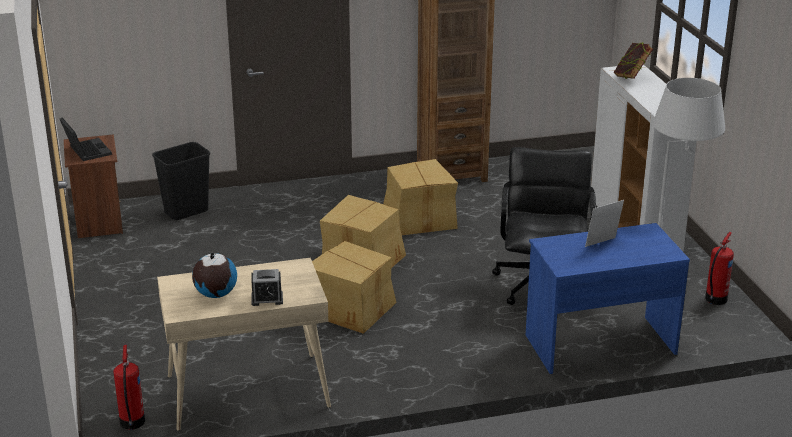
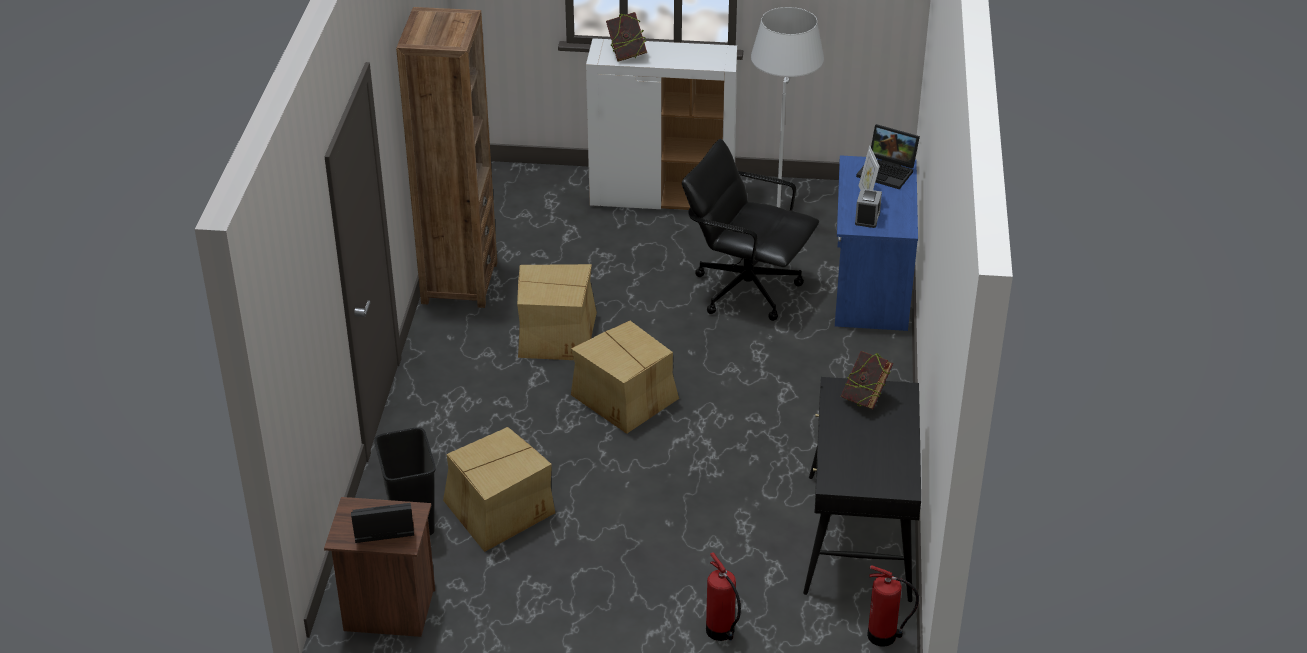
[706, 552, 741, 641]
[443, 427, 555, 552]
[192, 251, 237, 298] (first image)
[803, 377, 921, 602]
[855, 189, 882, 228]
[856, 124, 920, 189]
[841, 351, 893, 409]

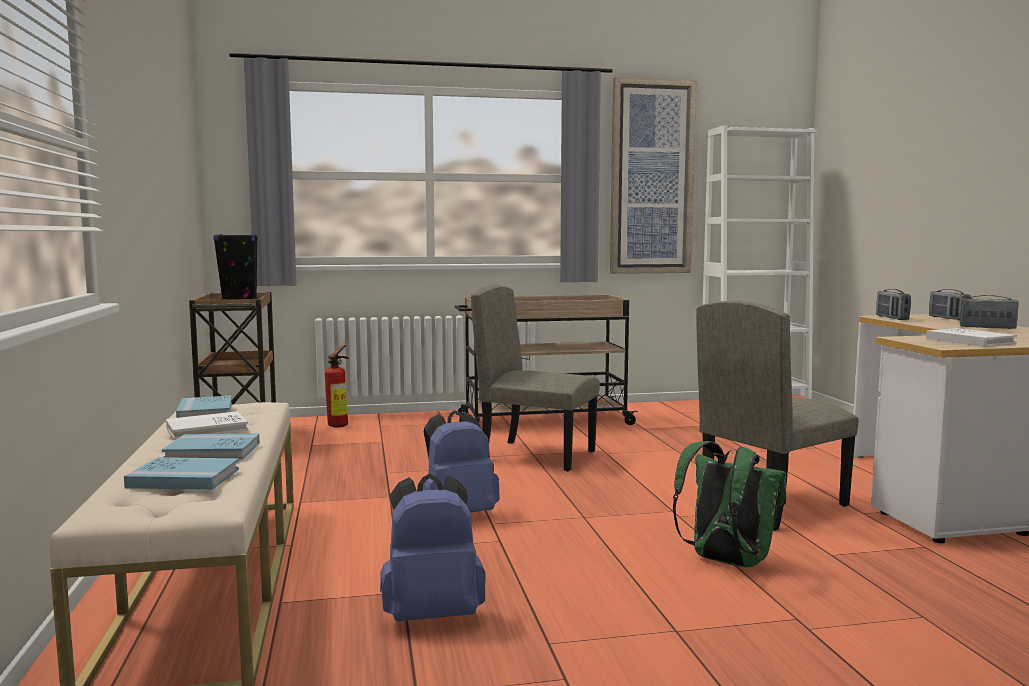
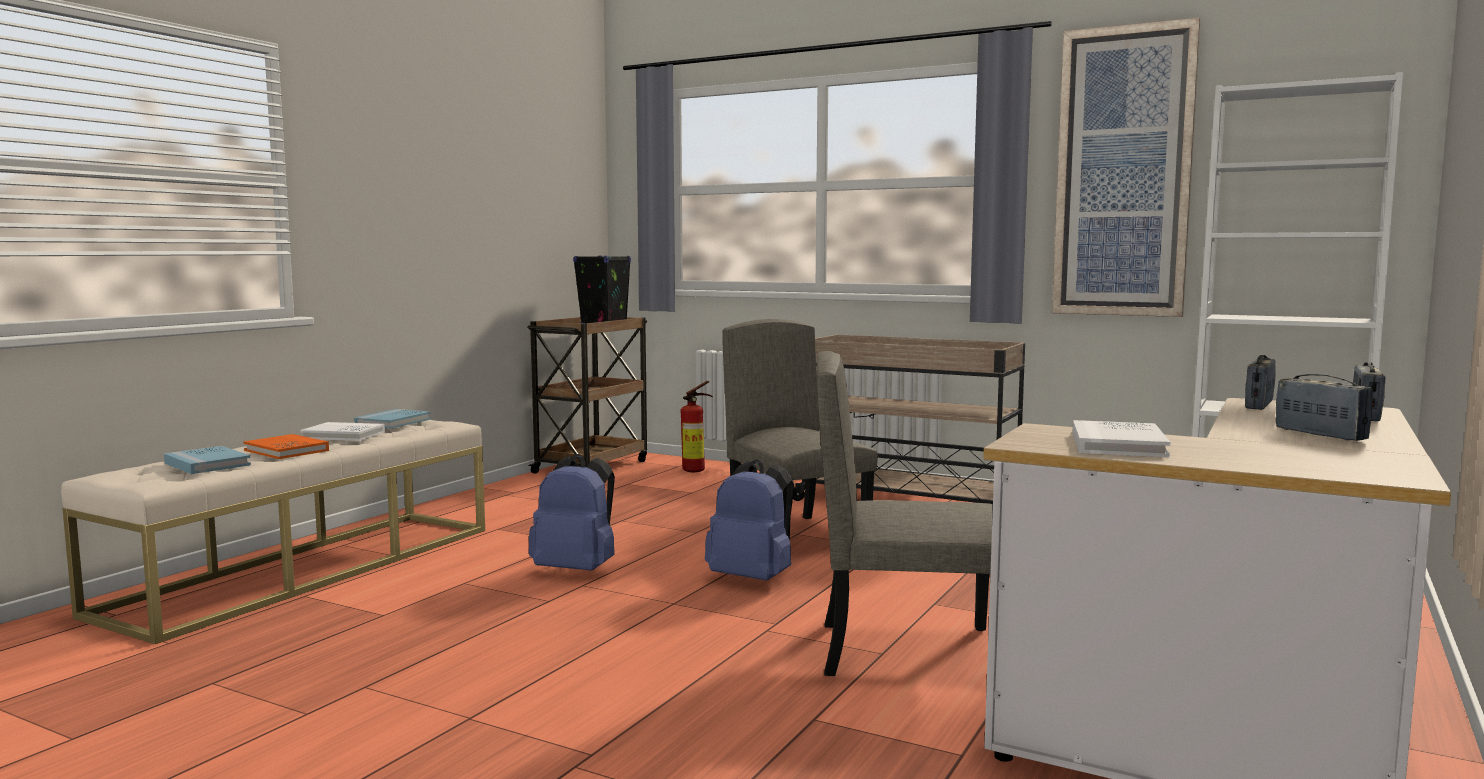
[243, 434, 329, 459]
[673, 441, 786, 567] (first image)
[705, 459, 794, 581]

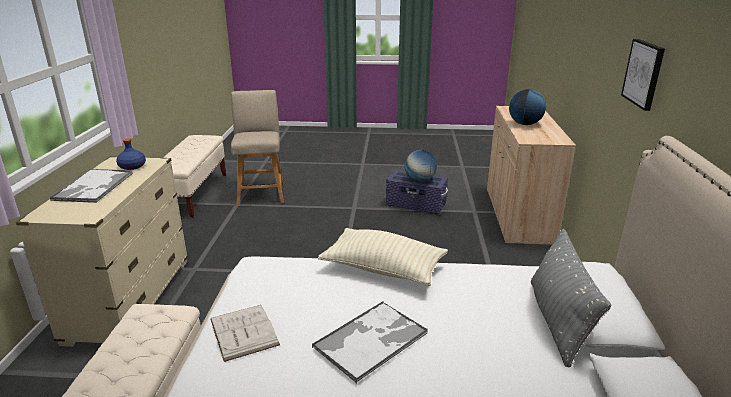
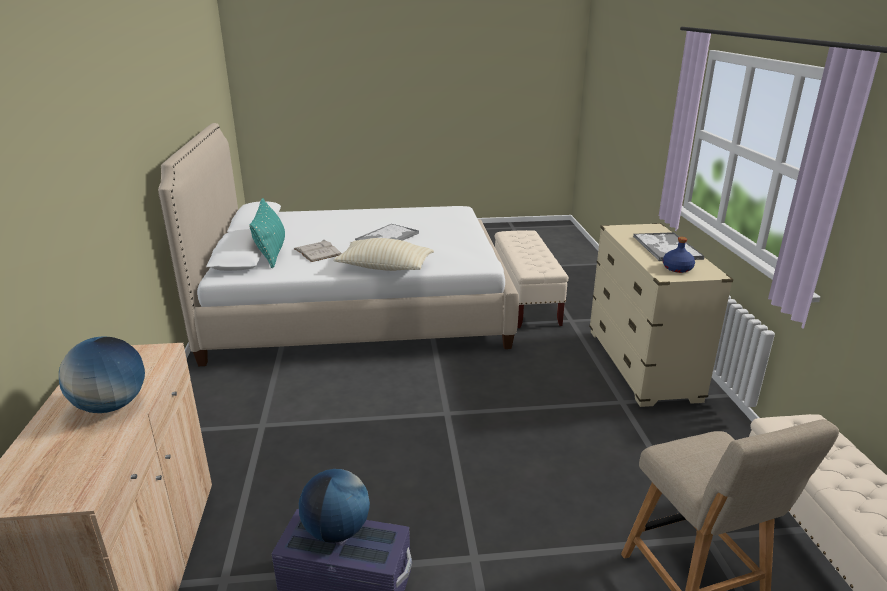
[621, 39, 665, 111] (first image)
[249, 198, 285, 268]
[294, 240, 342, 262]

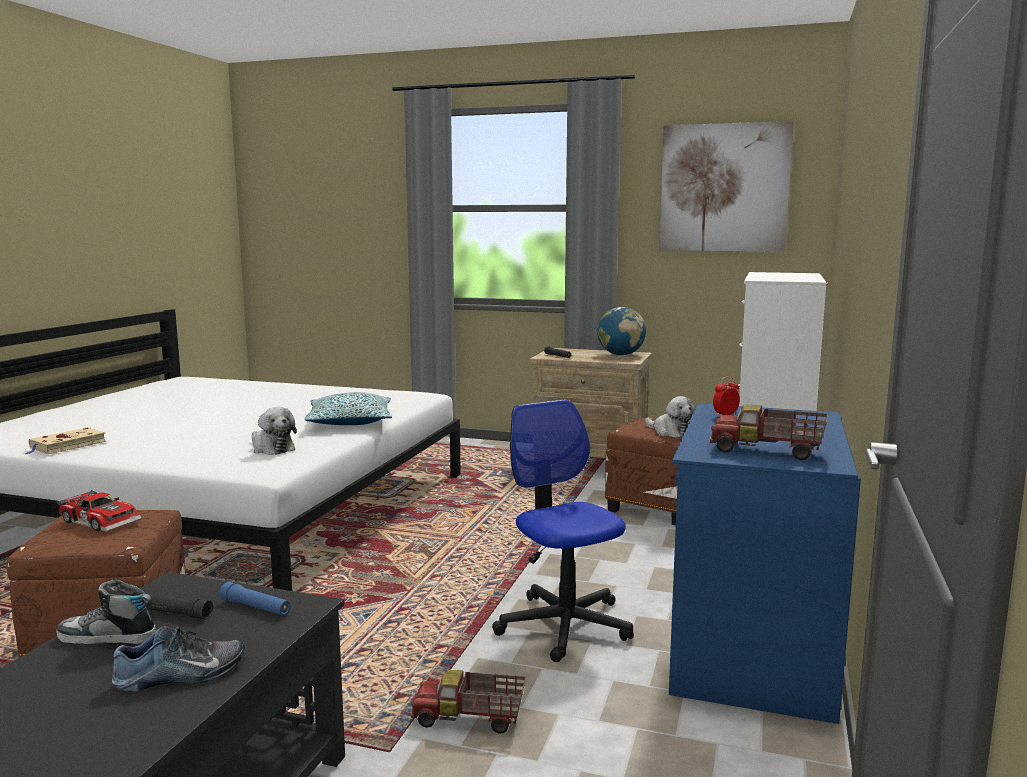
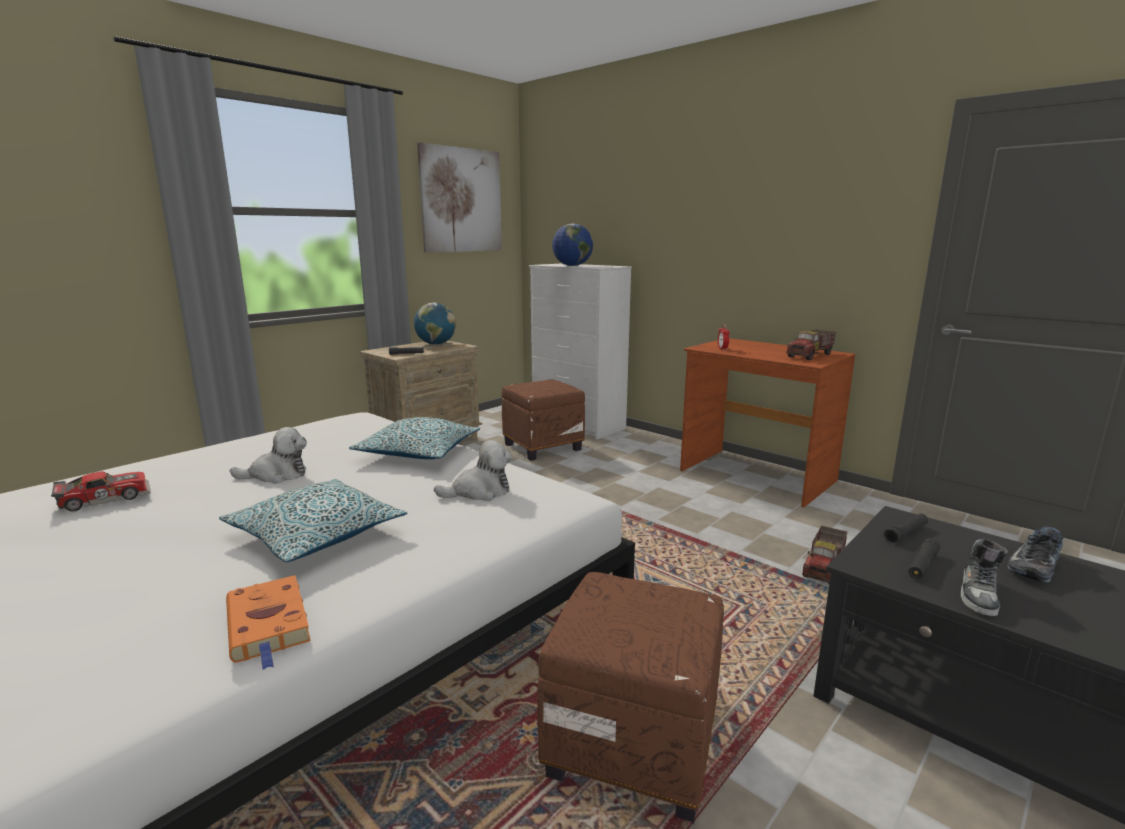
[230, 427, 307, 484]
[492, 400, 634, 662] (first image)
[680, 338, 855, 507]
[226, 575, 311, 670]
[51, 471, 151, 511]
[884, 514, 928, 544]
[1007, 527, 1064, 583]
[552, 224, 593, 266]
[219, 479, 407, 562]

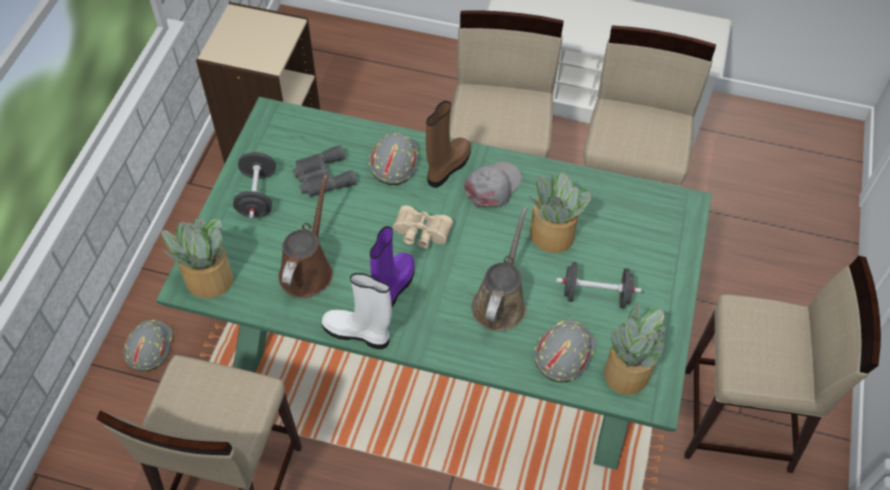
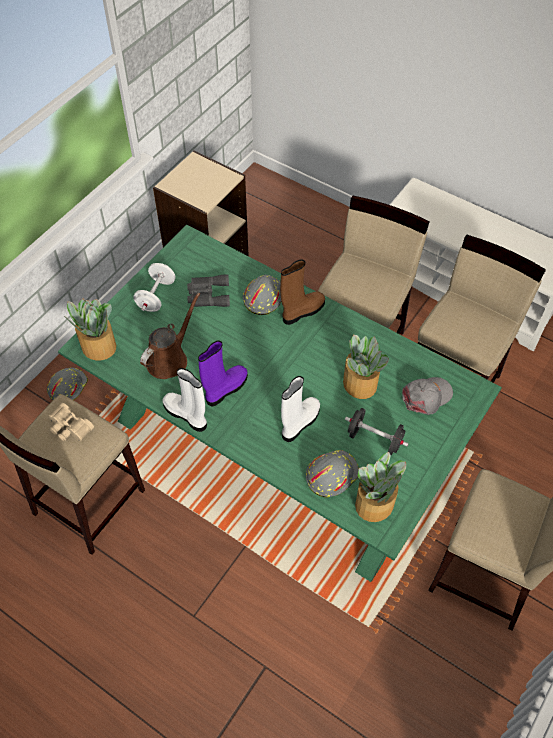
[133, 263, 176, 312]
[402, 377, 453, 415]
[48, 403, 94, 442]
[281, 376, 320, 442]

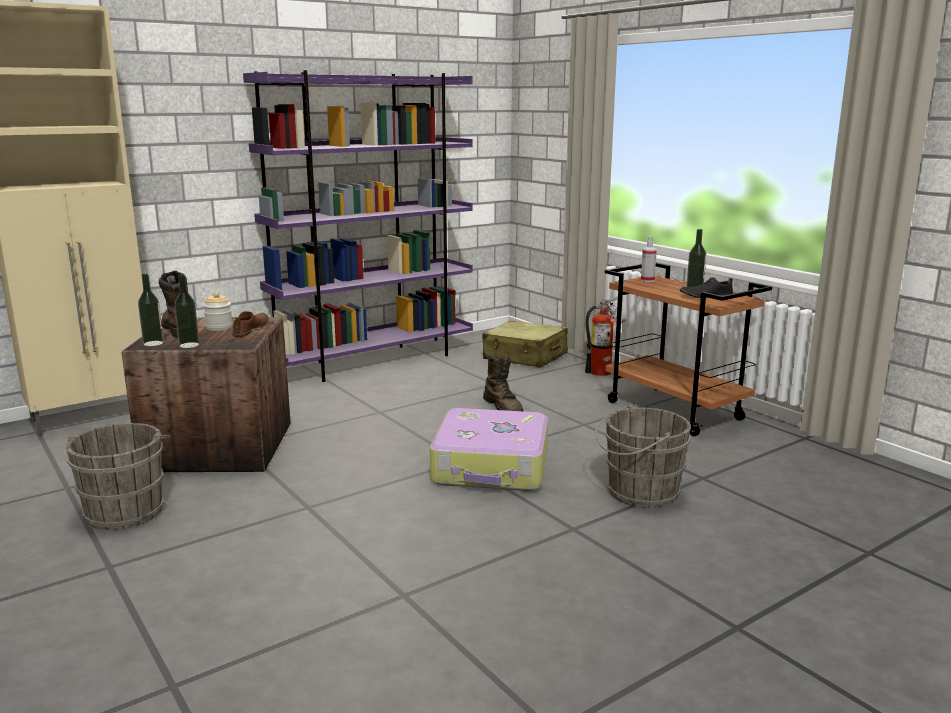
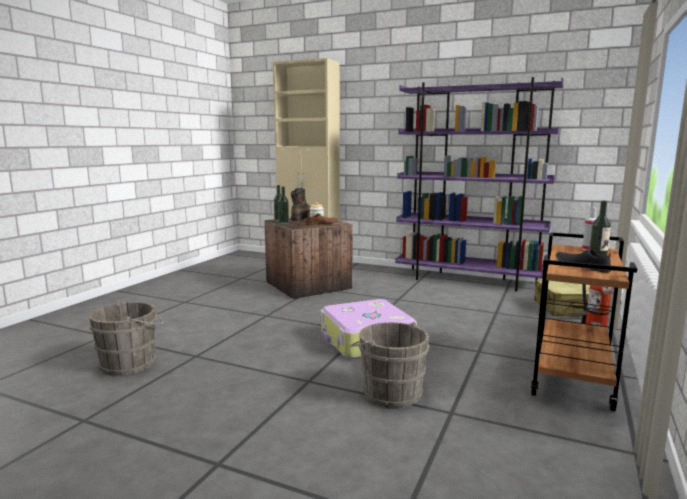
[483, 355, 523, 411] (first image)
[89, 300, 163, 376]

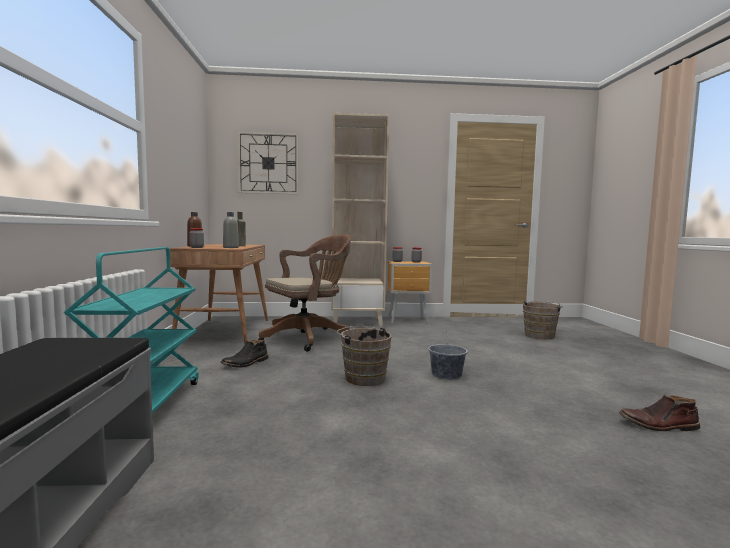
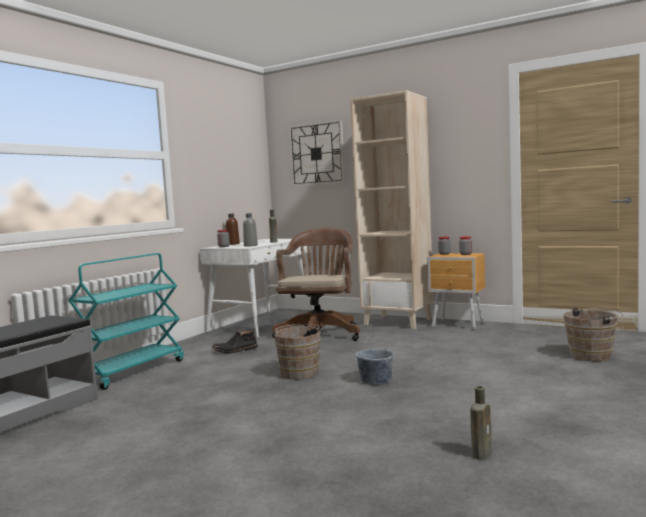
[272, 228, 360, 341]
[200, 239, 314, 338]
[470, 386, 492, 460]

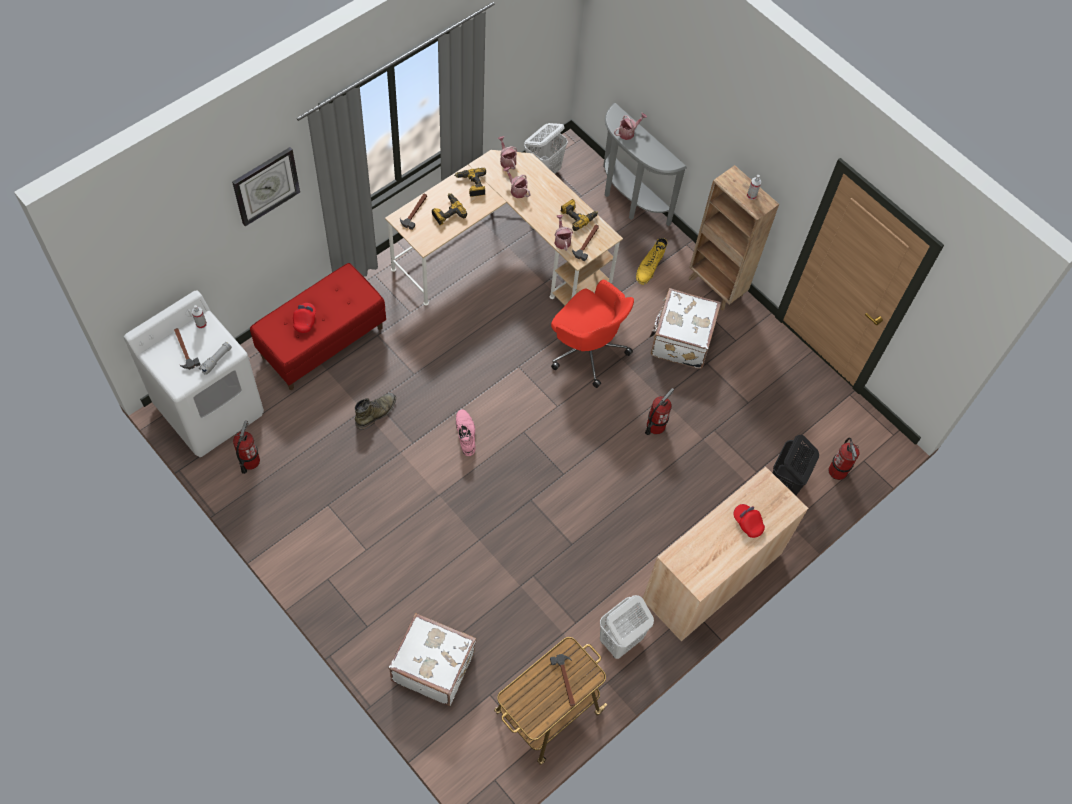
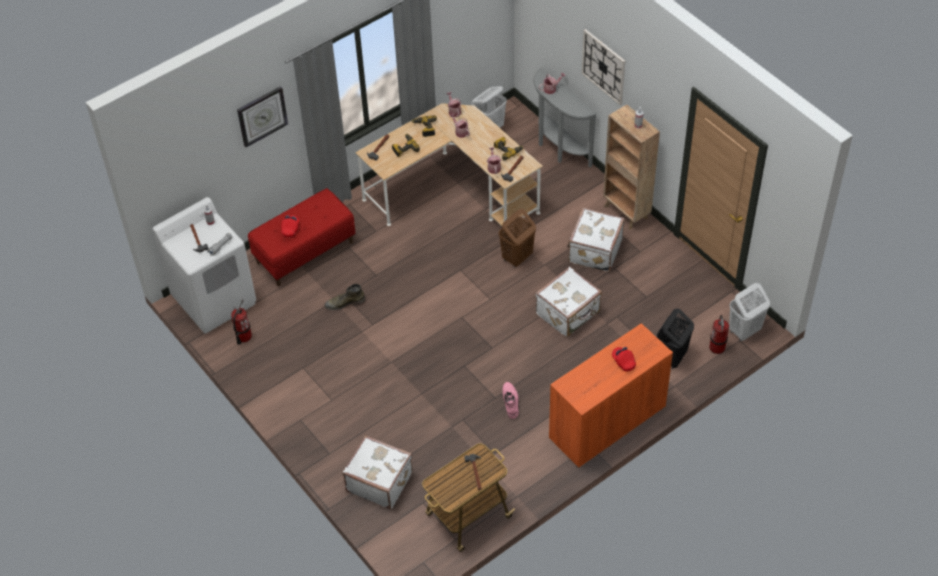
[636, 238, 668, 285] (first image)
[499, 209, 536, 268]
[536, 267, 602, 337]
[325, 284, 365, 310]
[502, 382, 519, 419]
[549, 323, 673, 468]
[729, 283, 770, 341]
[582, 29, 625, 105]

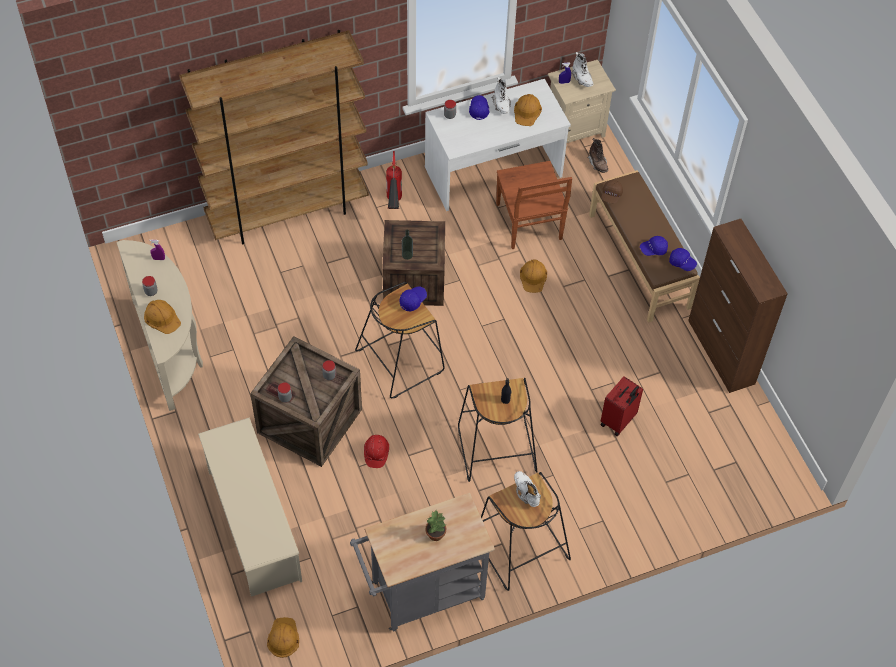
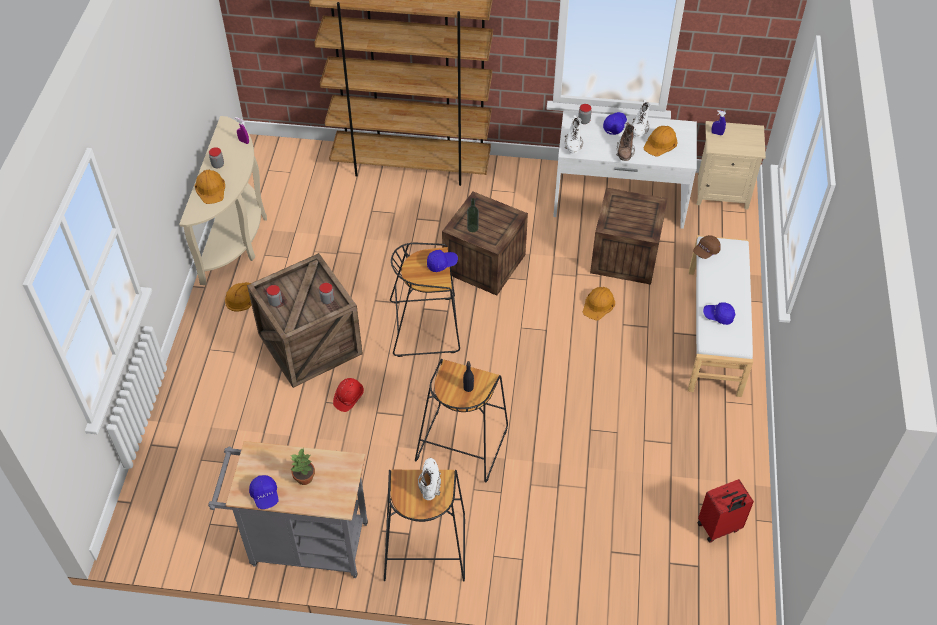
[565, 115, 583, 153]
[616, 122, 635, 161]
[386, 151, 402, 209] (first image)
[590, 188, 668, 285]
[688, 235, 753, 397]
[688, 219, 788, 393] (first image)
[249, 475, 278, 509]
[697, 479, 754, 543]
[198, 417, 302, 597] (first image)
[225, 282, 251, 312]

